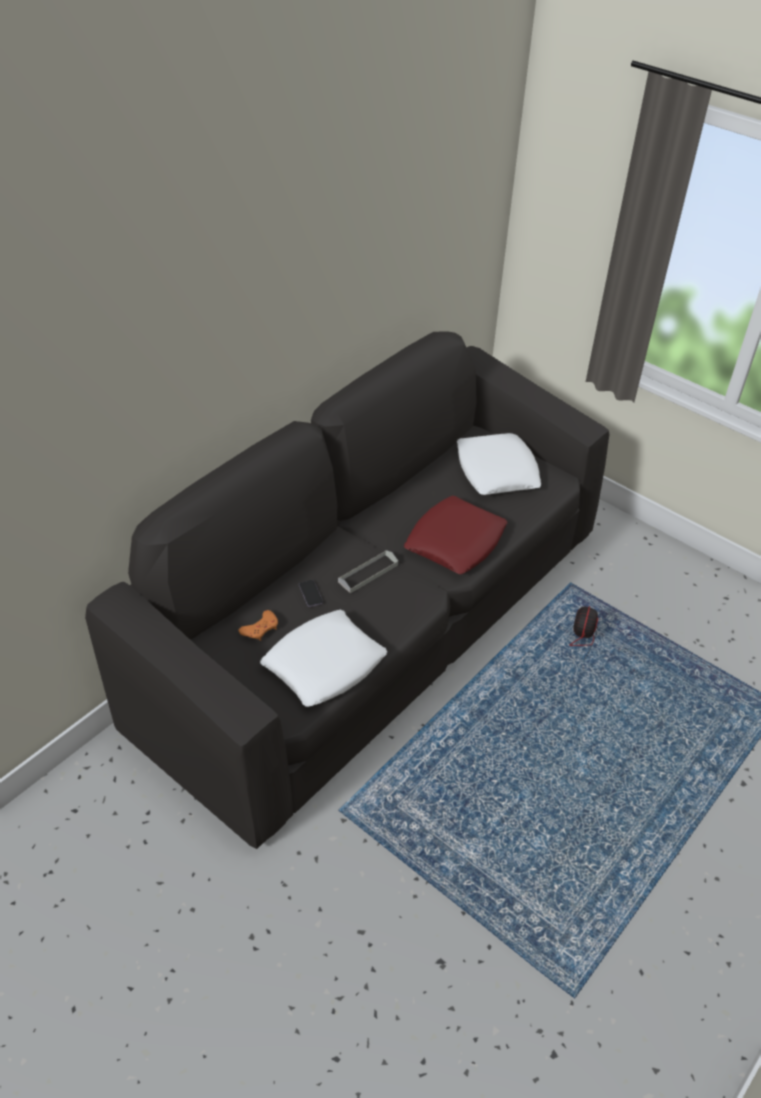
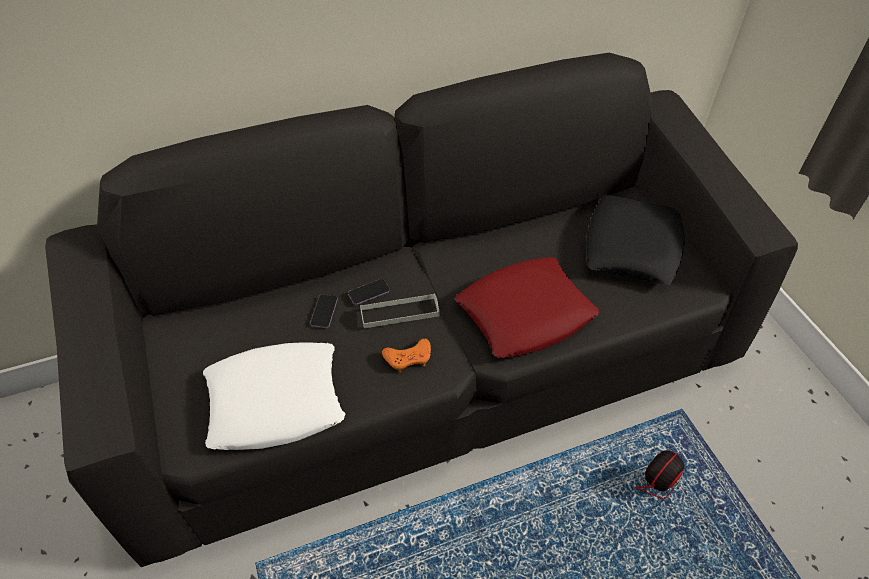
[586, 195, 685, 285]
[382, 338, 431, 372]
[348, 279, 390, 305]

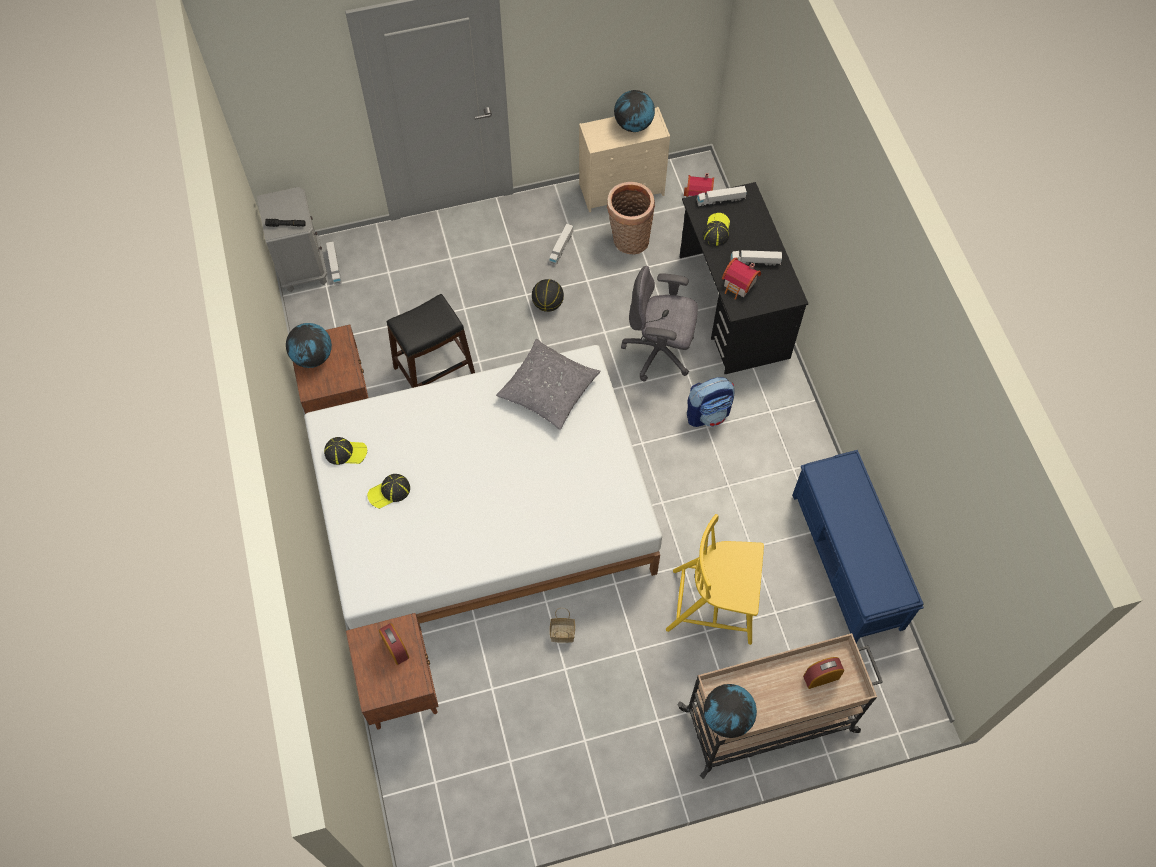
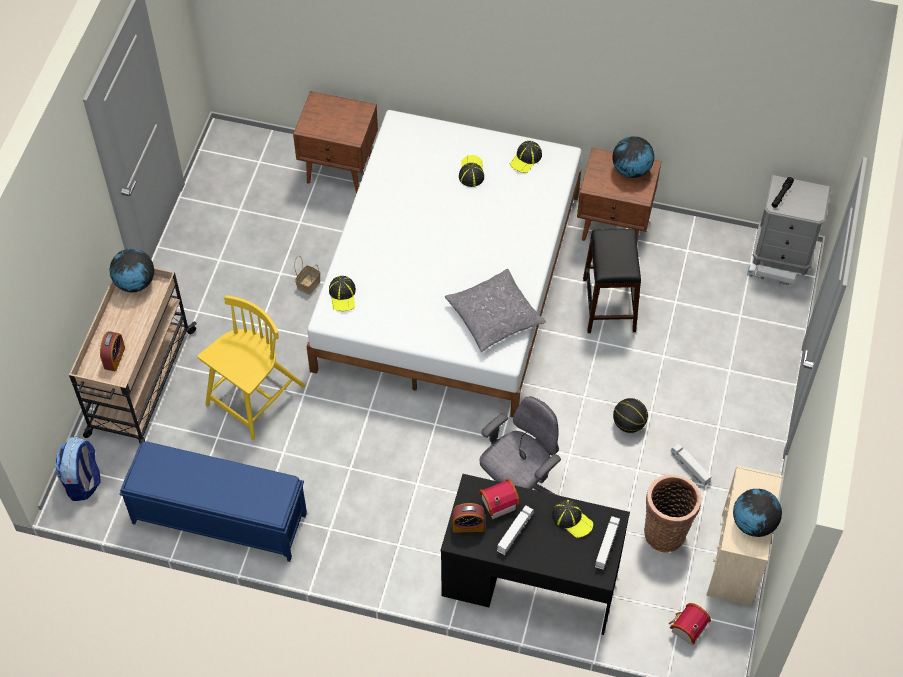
[56, 436, 101, 501]
[452, 503, 485, 533]
[329, 276, 356, 311]

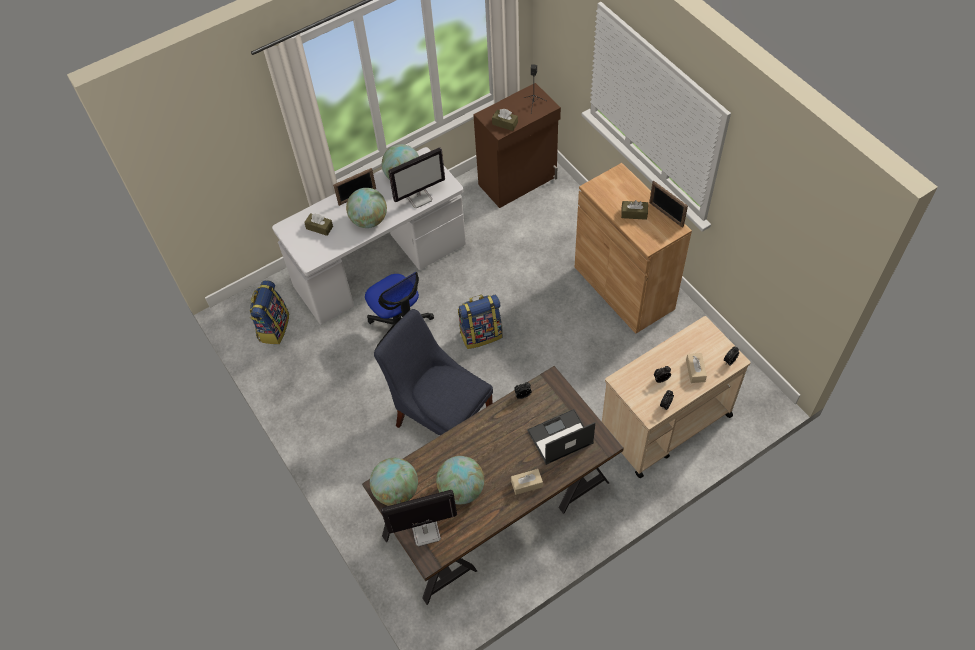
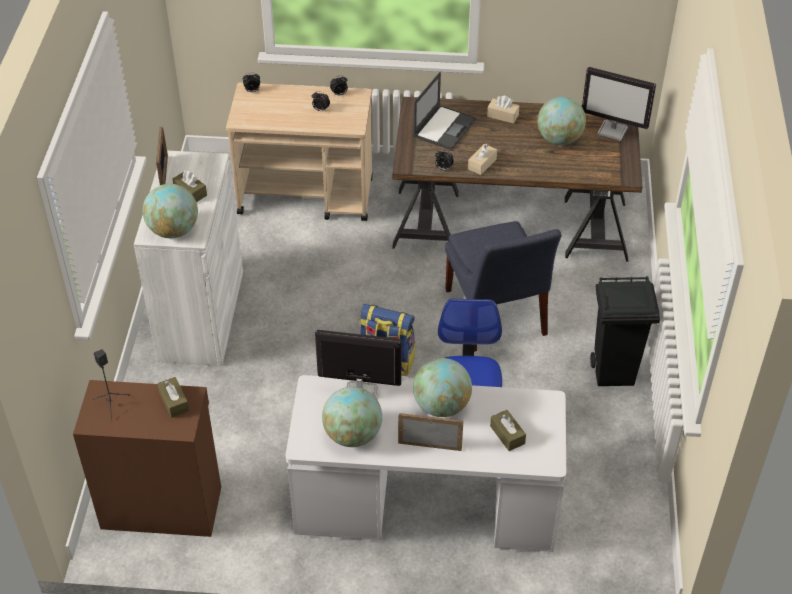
[134, 150, 243, 366]
[250, 280, 289, 344] (first image)
[468, 144, 497, 175]
[413, 72, 476, 150]
[143, 184, 198, 238]
[590, 277, 660, 386]

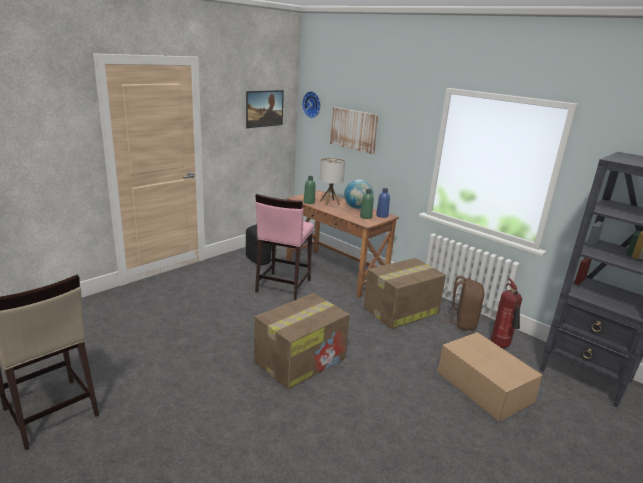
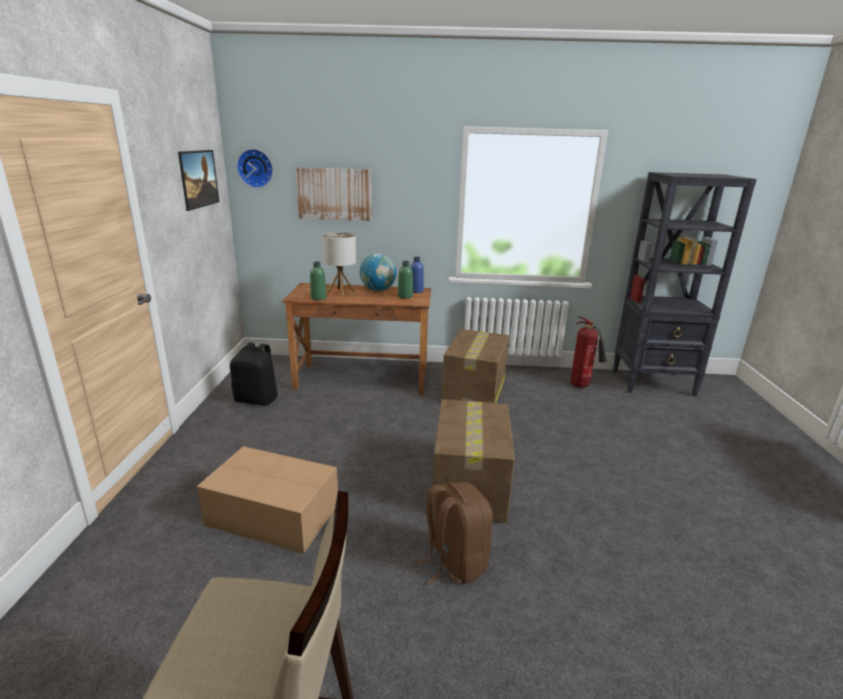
[255, 194, 314, 300] (first image)
[415, 482, 493, 584]
[197, 446, 338, 554]

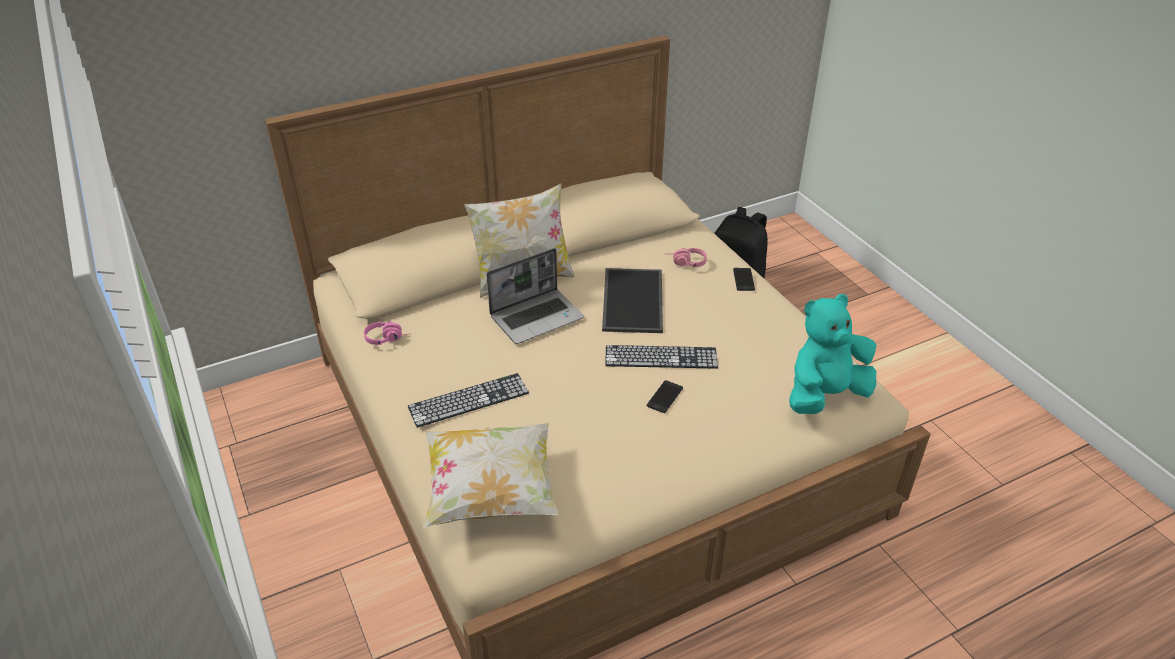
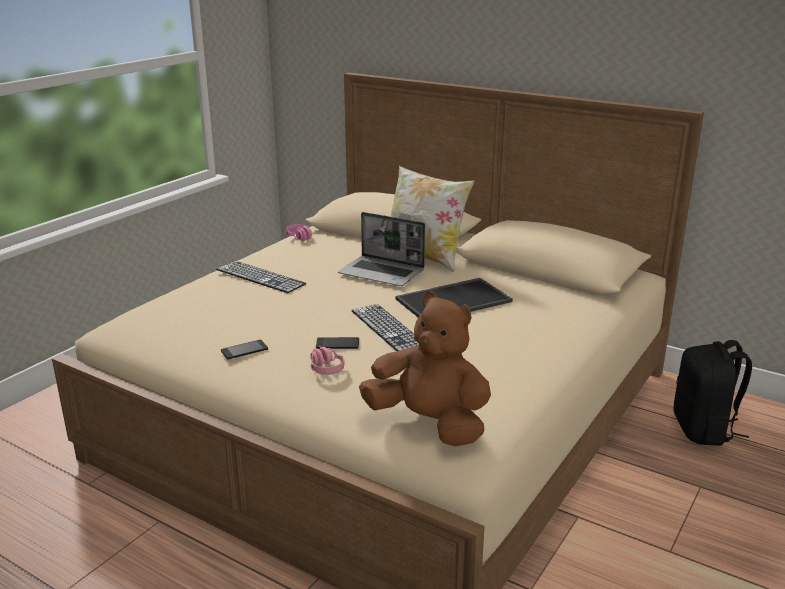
[310, 346, 345, 375]
[221, 340, 268, 359]
[359, 292, 491, 447]
[423, 423, 559, 528] (first image)

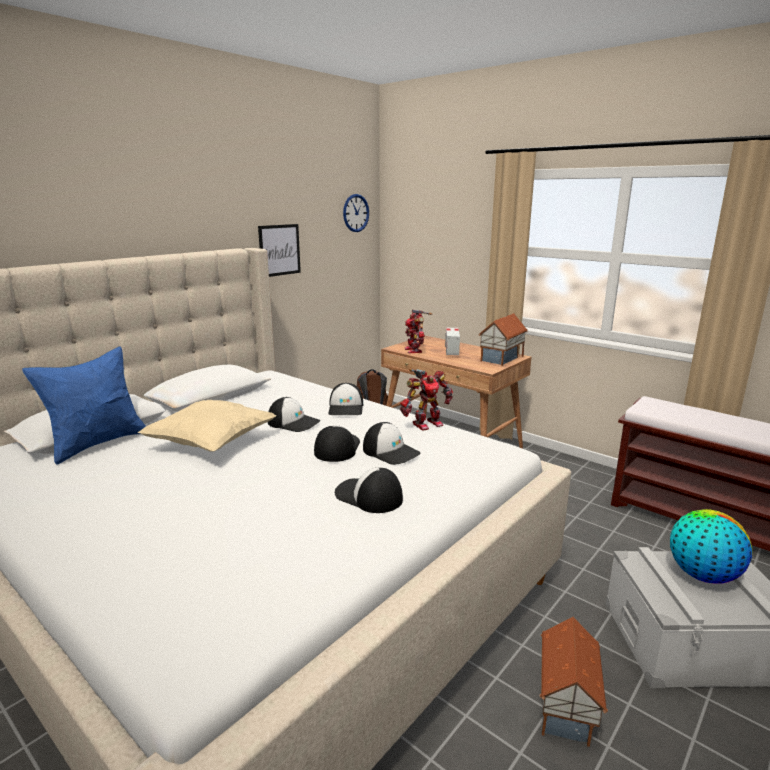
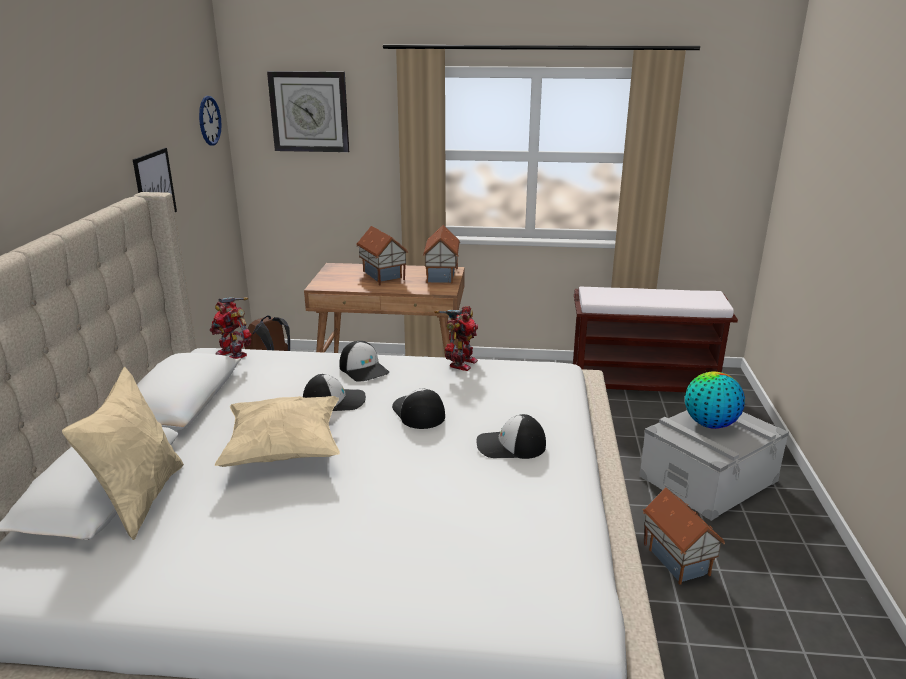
[210, 297, 252, 359]
[356, 226, 408, 286]
[62, 367, 184, 540]
[363, 422, 420, 465] (first image)
[267, 71, 349, 152]

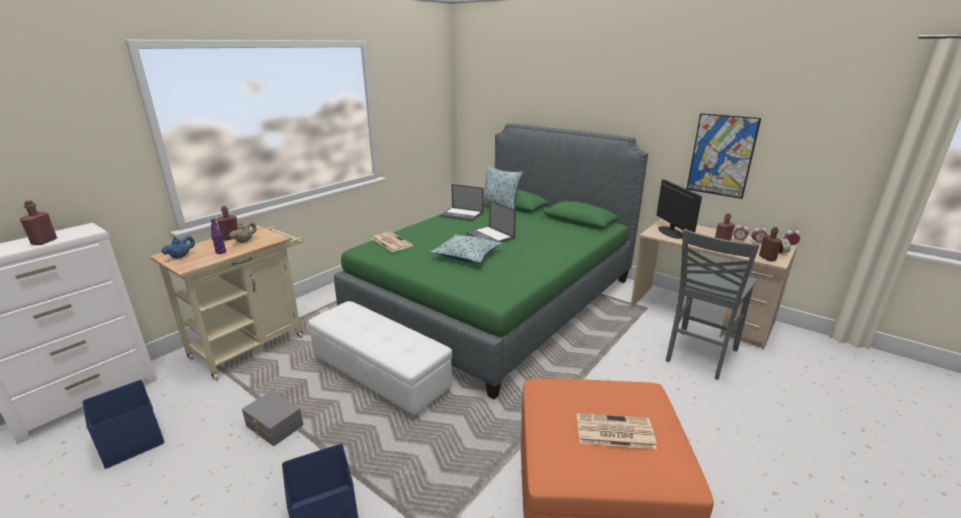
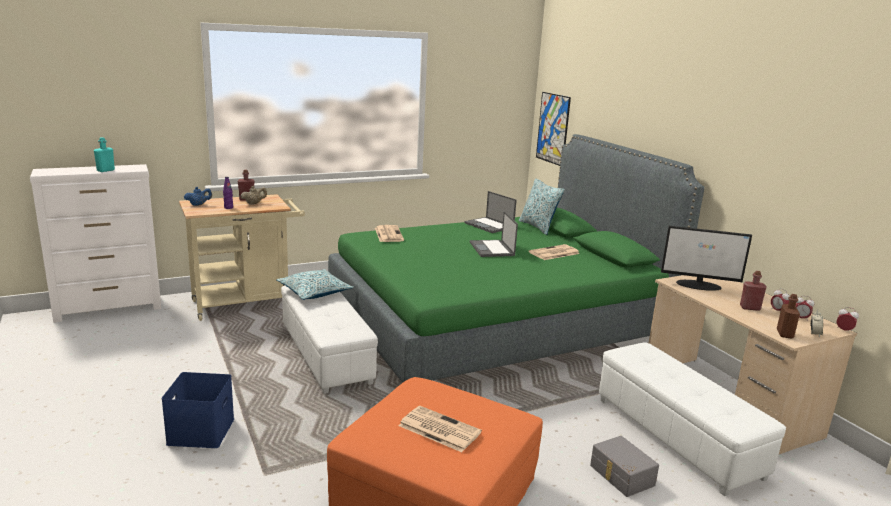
[536, 92, 571, 166]
[661, 226, 752, 291]
[94, 137, 115, 172]
[599, 342, 786, 496]
[276, 269, 354, 300]
[82, 380, 165, 469] (first image)
[590, 436, 659, 497]
[529, 244, 580, 260]

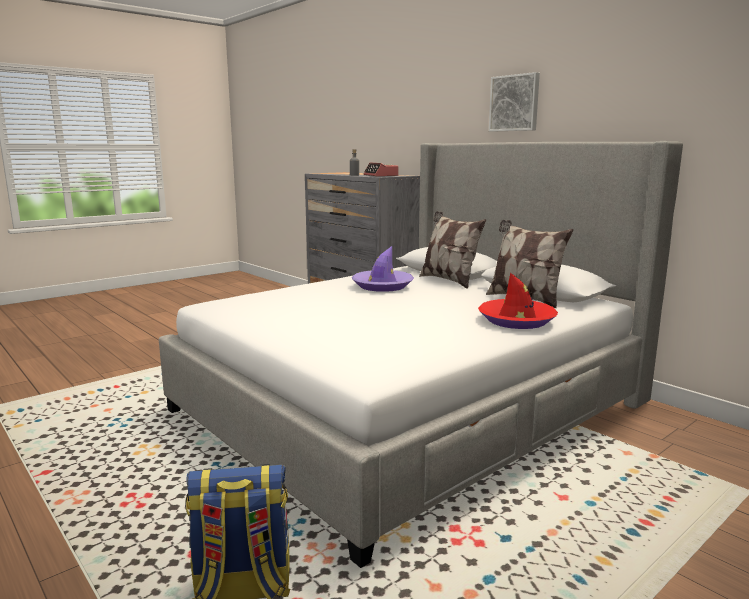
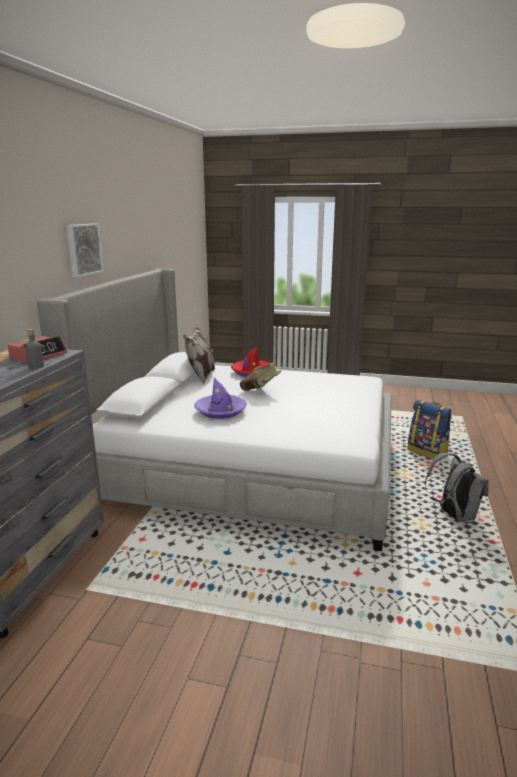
[419, 211, 486, 288] (first image)
[240, 362, 281, 391]
[425, 453, 489, 522]

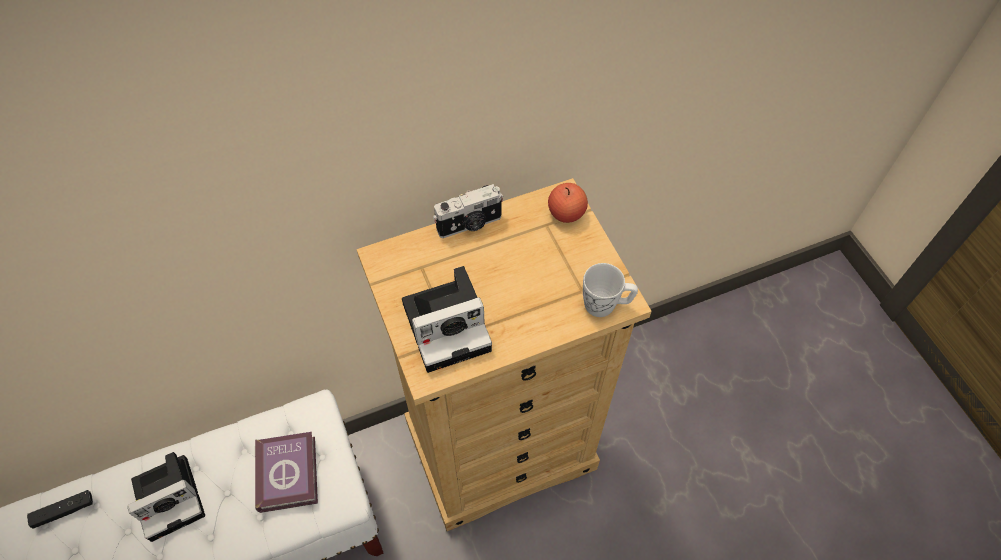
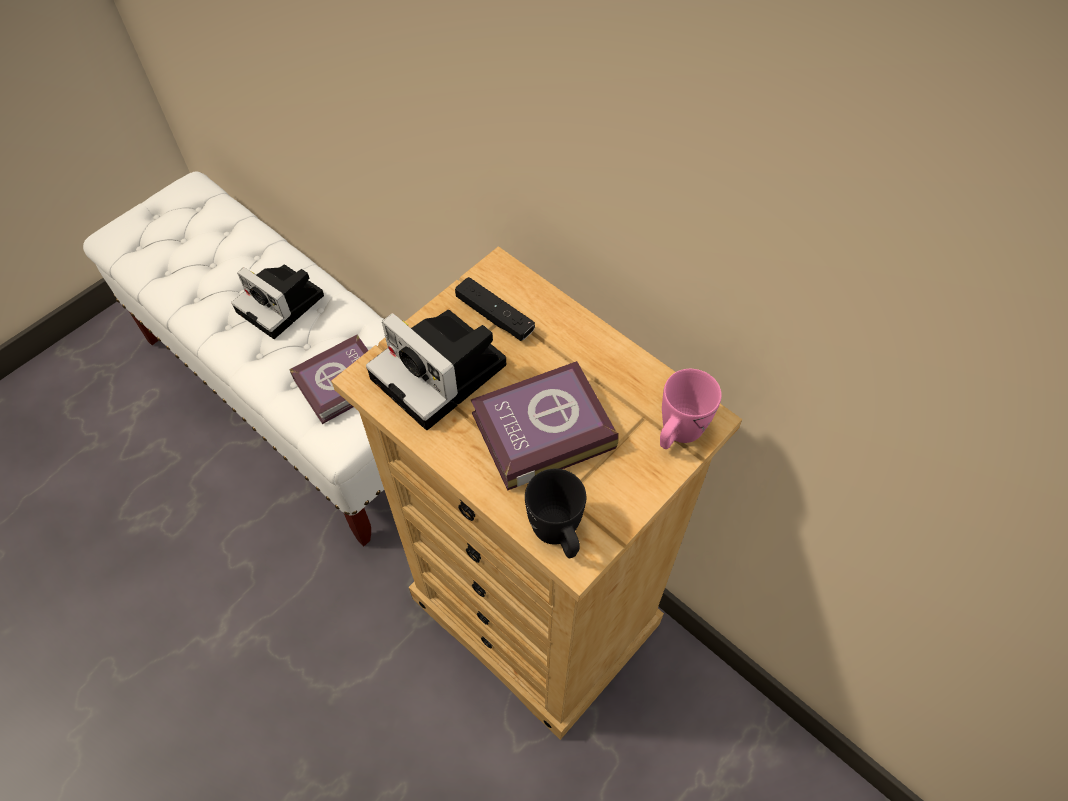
[660, 369, 722, 449]
[433, 184, 503, 238] (first image)
[525, 469, 586, 558]
[455, 277, 535, 341]
[471, 361, 619, 491]

